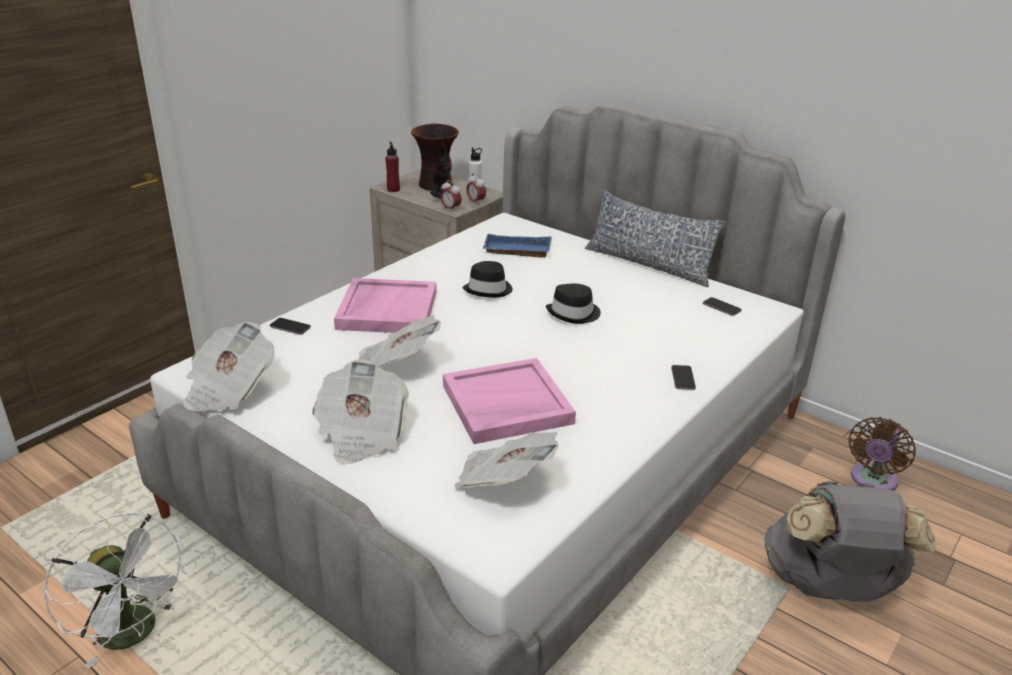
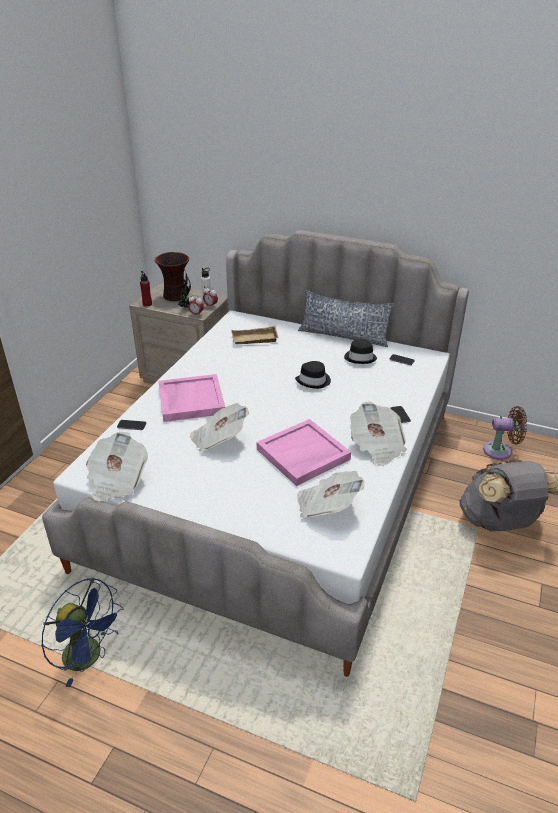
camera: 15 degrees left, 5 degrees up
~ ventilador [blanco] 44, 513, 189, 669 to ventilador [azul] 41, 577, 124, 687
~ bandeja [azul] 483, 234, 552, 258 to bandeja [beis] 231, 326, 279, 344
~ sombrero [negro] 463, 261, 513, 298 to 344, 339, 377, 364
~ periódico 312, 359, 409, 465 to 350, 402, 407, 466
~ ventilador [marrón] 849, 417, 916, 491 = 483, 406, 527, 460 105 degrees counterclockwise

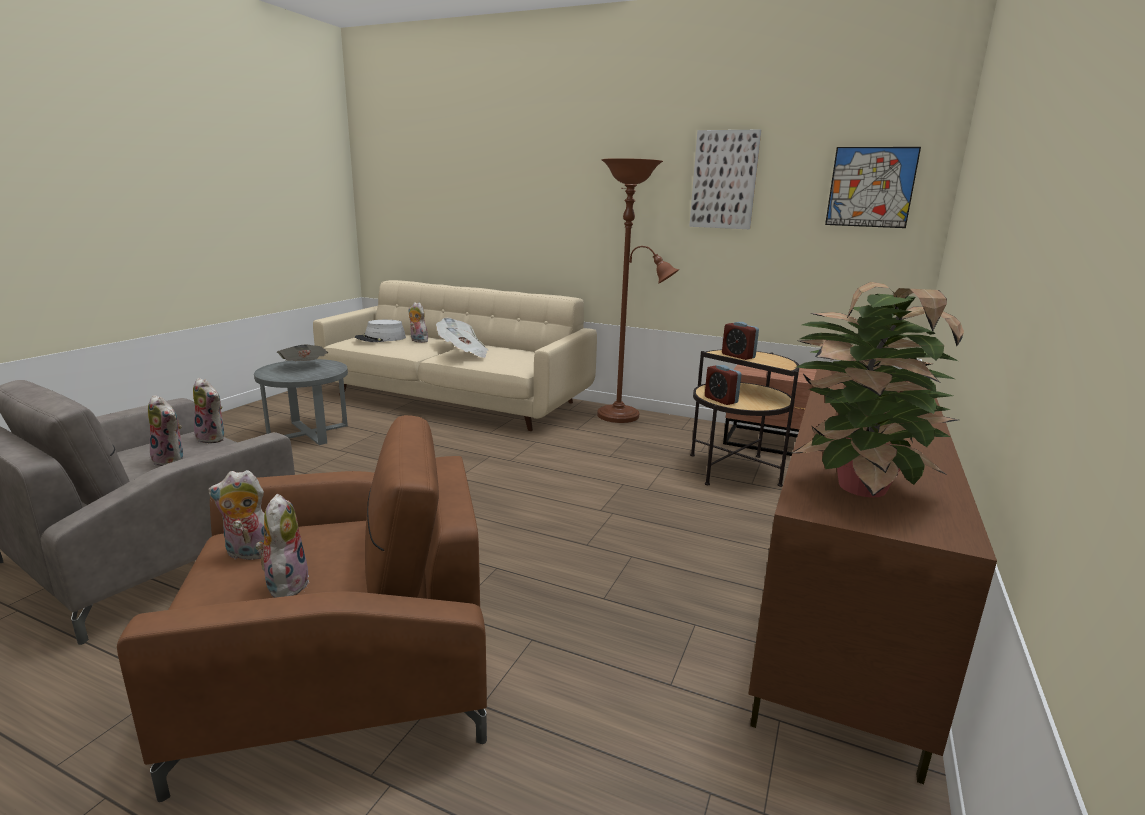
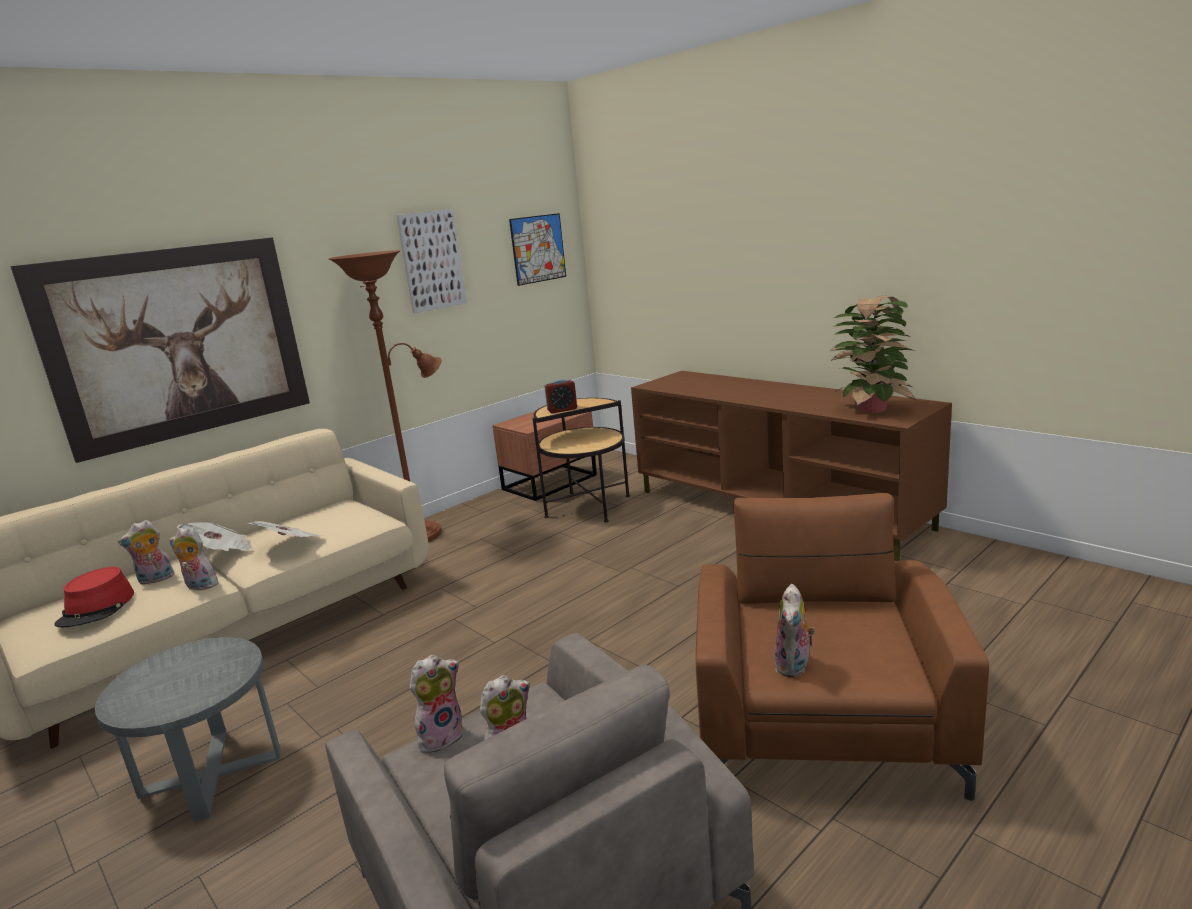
camera: 65 degrees left, 0 degrees up
+ cuadro 10, 237, 310, 463
~ sombrero [gris] 355, 320, 406, 342 to sombrero [rojo] 55, 567, 134, 627
~ peluche 255, 494, 309, 598 to 169, 527, 221, 590
- periódico 277, 344, 328, 361
- despertador 705, 365, 742, 405

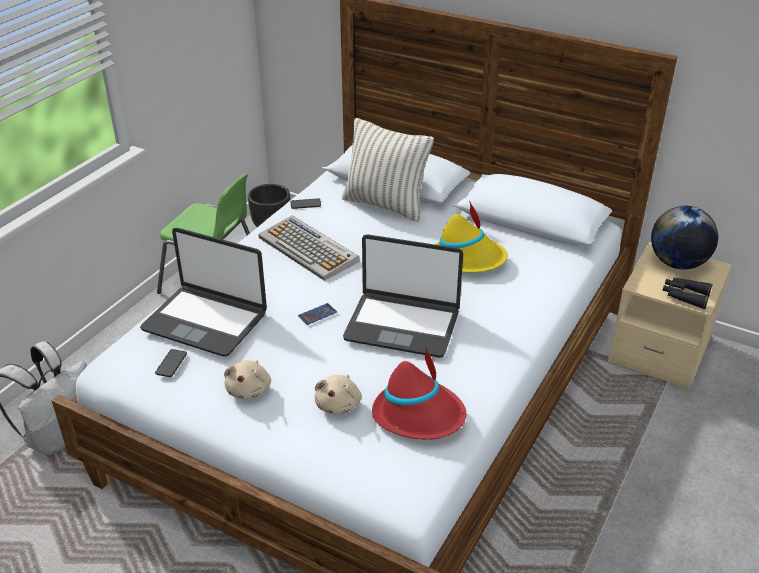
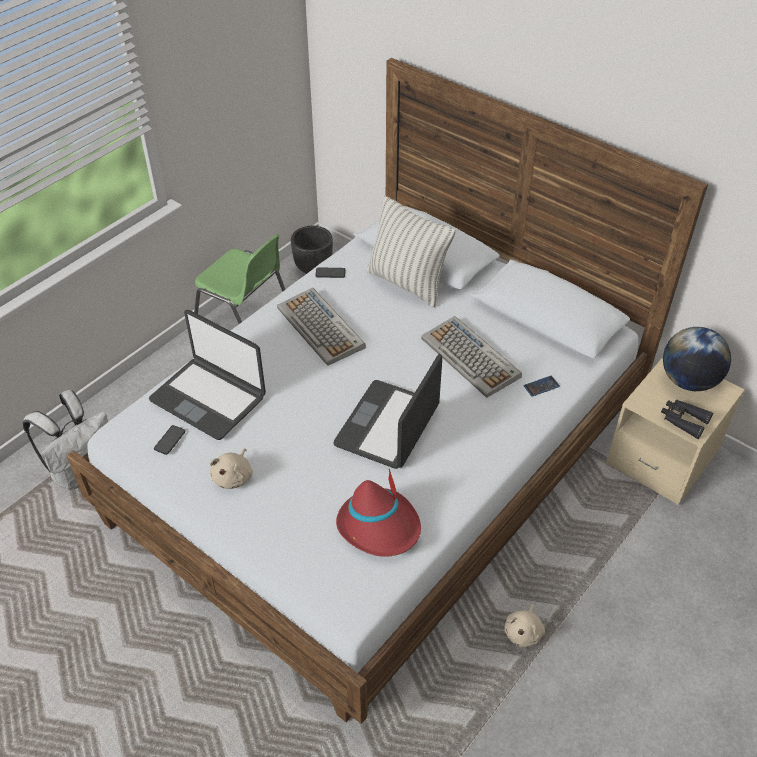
camera: 10 degrees right, 10 degrees up
~ portátil 343, 234, 463, 358 = 333, 354, 442, 469 90 degrees clockwise
~ sombrero [amarillo] 436, 201, 508, 273 to teclado 421, 316, 522, 398
~ peluche [beis] 315, 375, 362, 415 to 504, 604, 545, 647
~ móvil 298, 303, 337, 325 to 524, 376, 560, 397

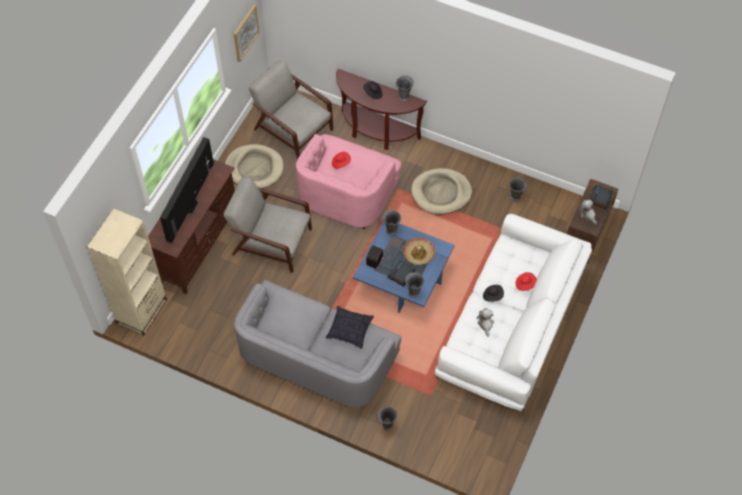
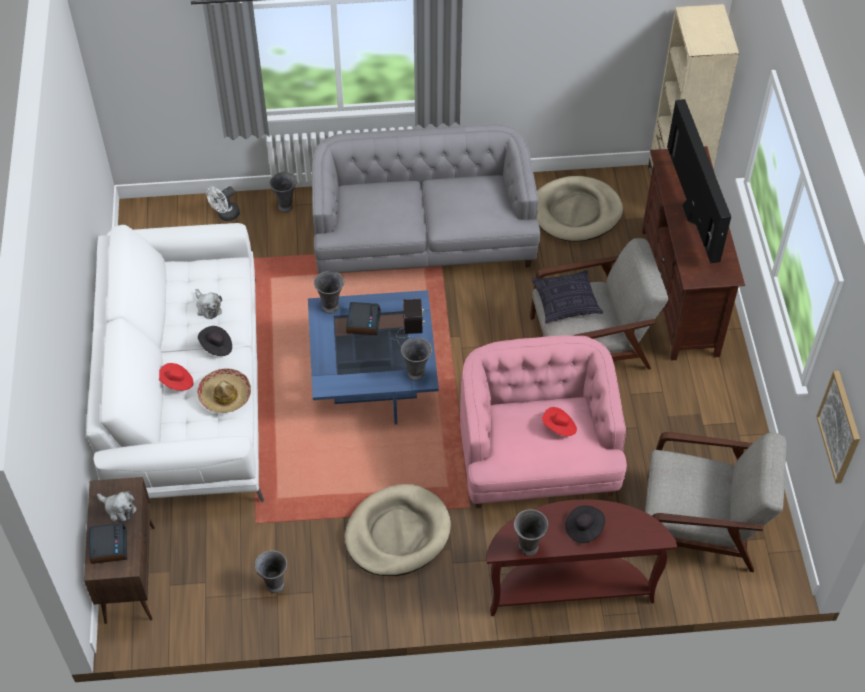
camera: 150 degrees right, 5 degrees down
~ sombrero 403, 237, 435, 265 to 197, 368, 251, 413
+ ventilador [blanco] 206, 186, 240, 221
~ cojín 326, 306, 374, 348 to 532, 270, 603, 324
~ cama para perro [beis] 225, 144, 284, 188 to 537, 176, 623, 242

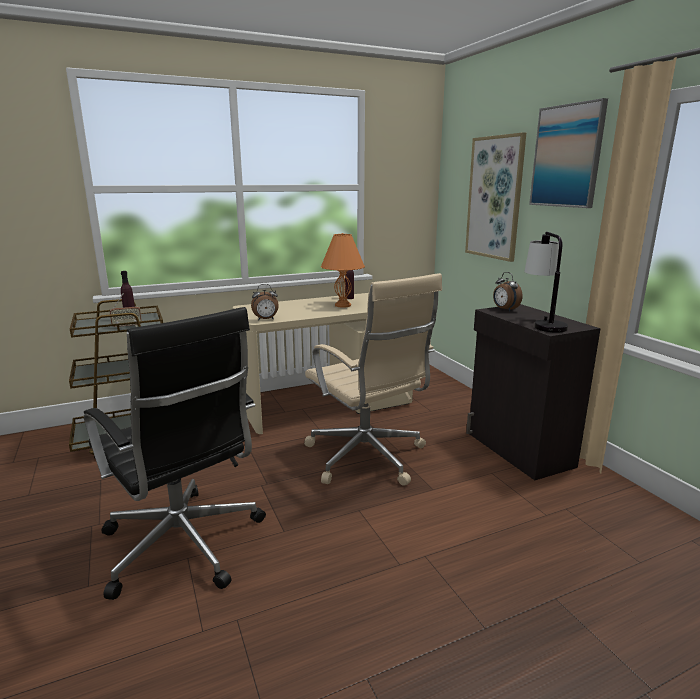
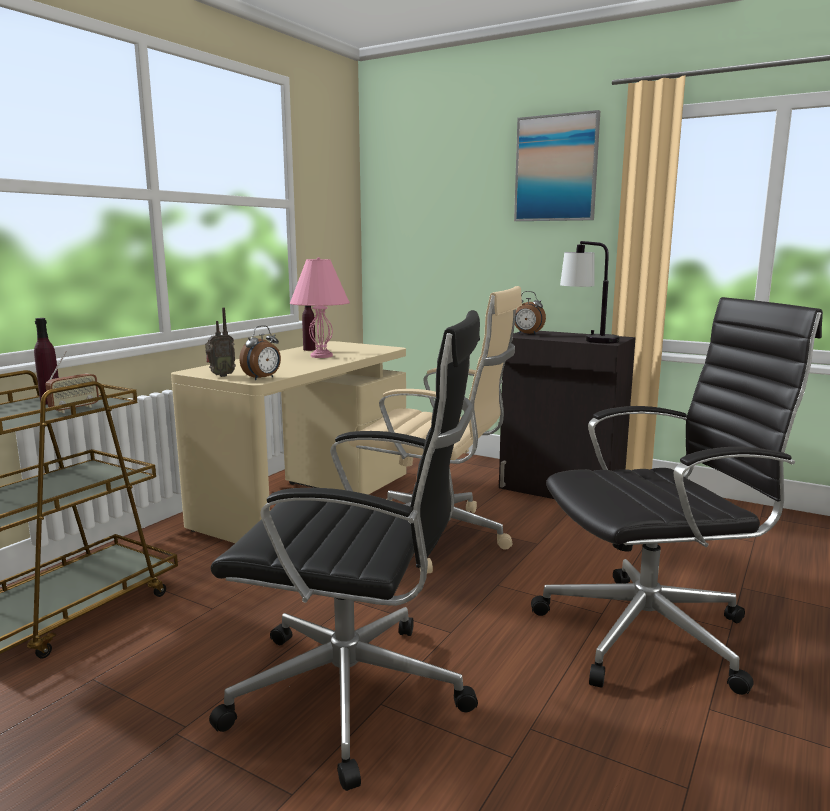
camera: 35 degrees left, 5 degrees down
+ radio 205, 307, 236, 377
~ lámpara de mesa [naranja] 321, 233, 365, 308 to lámpara de mesa [rosa] 290, 257, 350, 358
+ silla de oficina [negro] 531, 297, 823, 695
- cuadro 465, 132, 526, 262

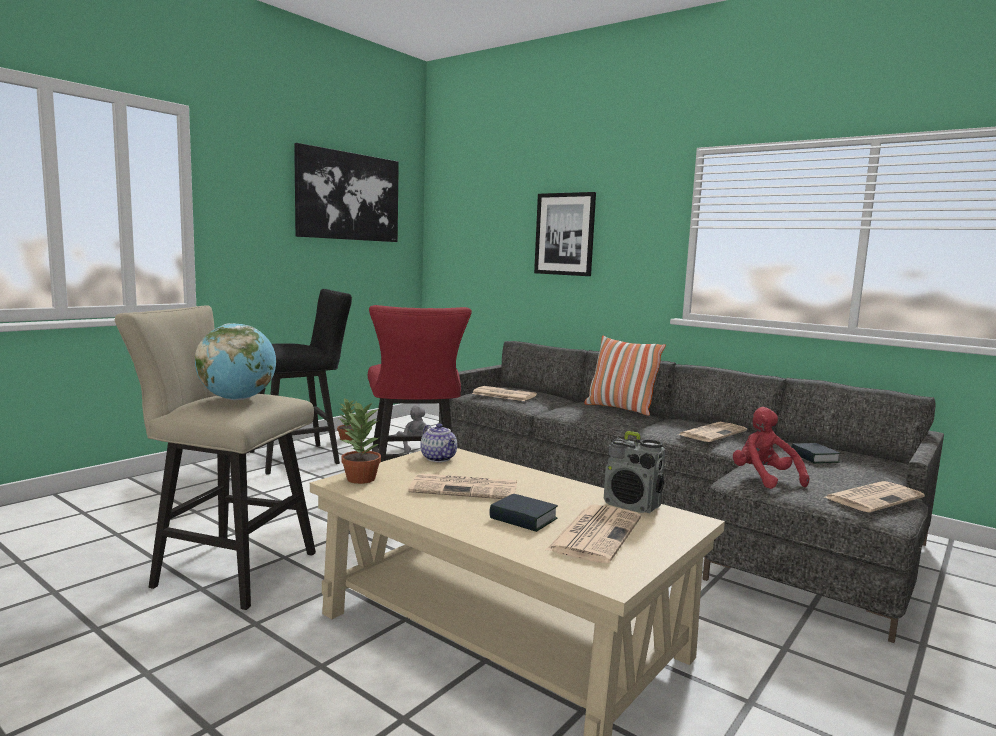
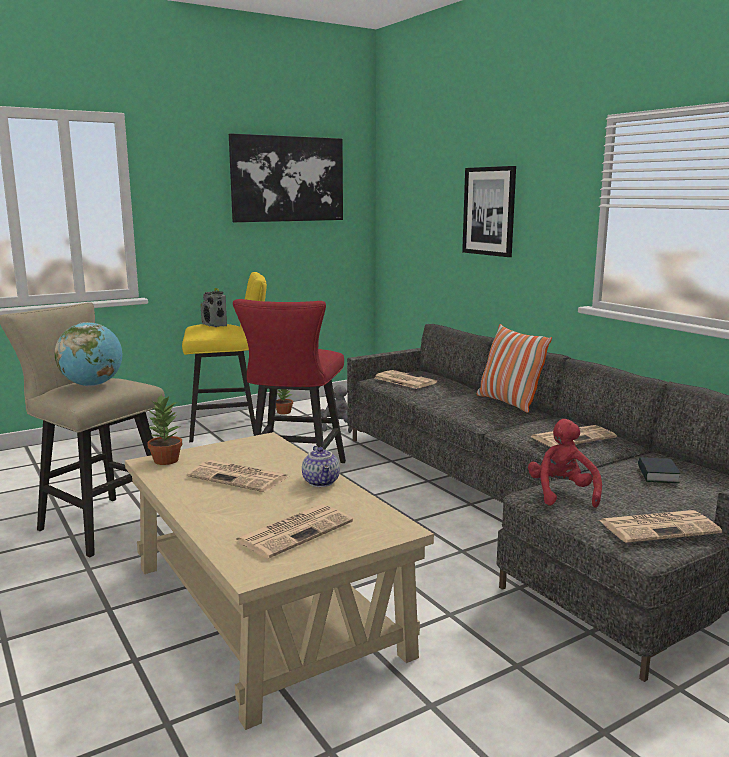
camera: 20 degrees right, 5 degrees up
~ taburete [negro] 250, 289, 352, 475 to taburete [amarillo] 182, 272, 267, 442
~ radio 604, 431, 665, 513 to 201, 288, 227, 327
~ tetera 420, 423, 457, 462 to 302, 446, 340, 487
- libro 489, 494, 558, 532

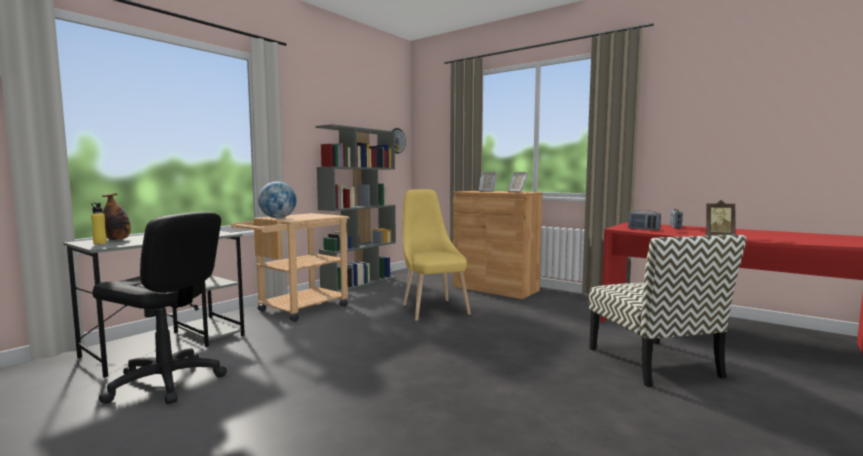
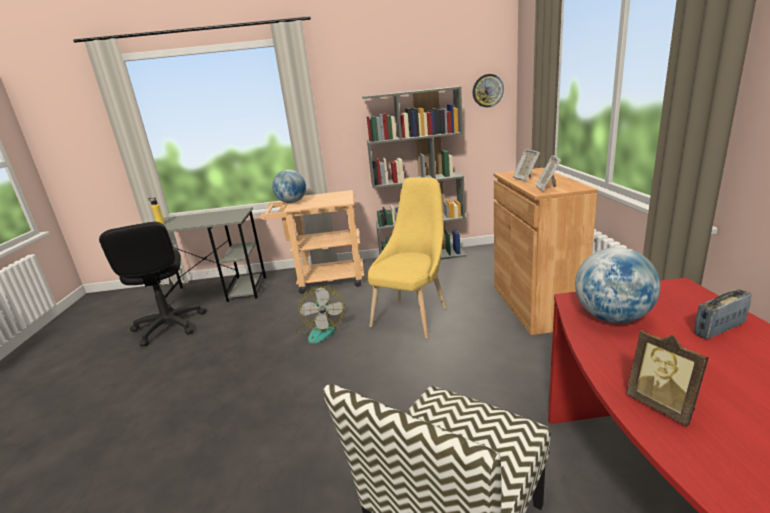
camera: 50 degrees right, 15 degrees up
+ ventilador 295, 286, 345, 344
~ radio 628, 210, 661, 230 to globo terráqueo 575, 247, 661, 323
- botella 102, 193, 131, 240

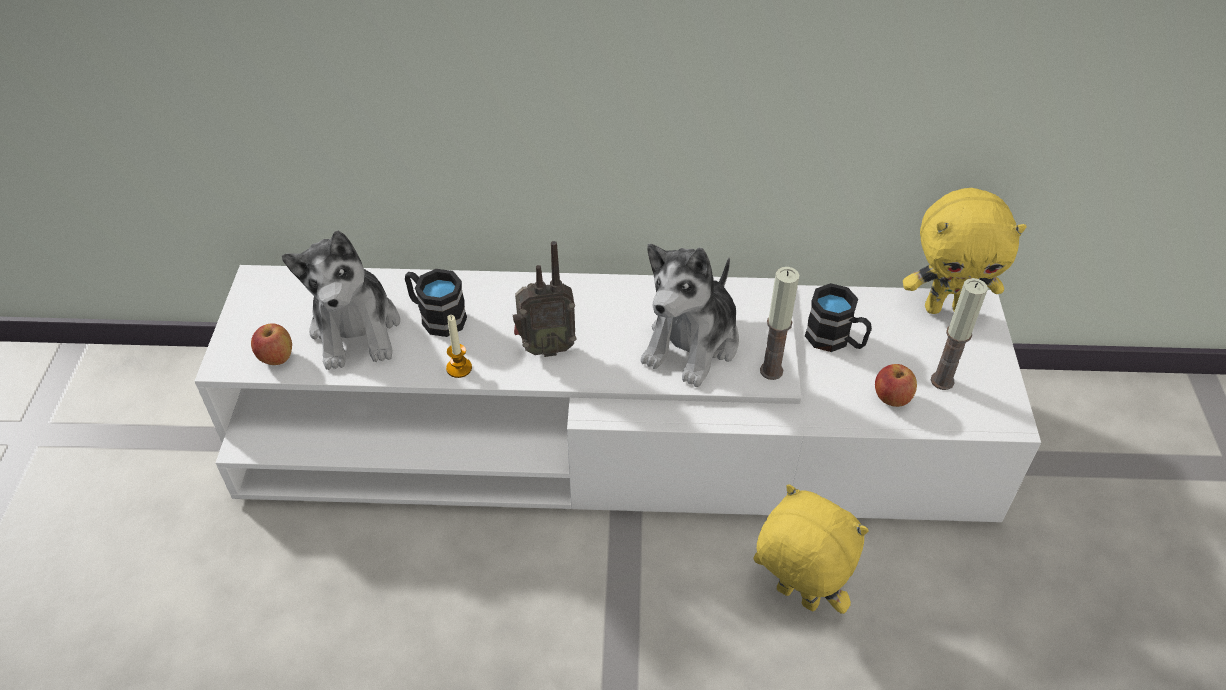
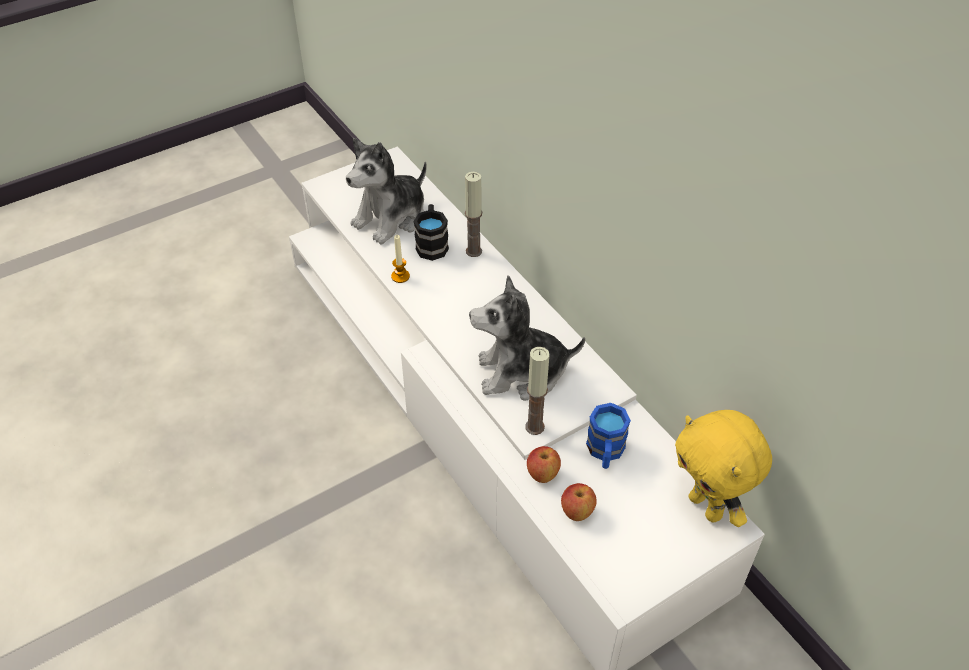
camera: 55 degrees right, 0 degrees up
~ vela 931, 278, 988, 390 to 465, 172, 482, 257
~ manzana 251, 323, 292, 365 to 527, 446, 561, 483
~ taza grande [negro] 805, 283, 872, 352 to taza grande [azul] 586, 403, 631, 469
- radio 513, 241, 577, 357
- peluche [amarillo] 753, 484, 869, 614

